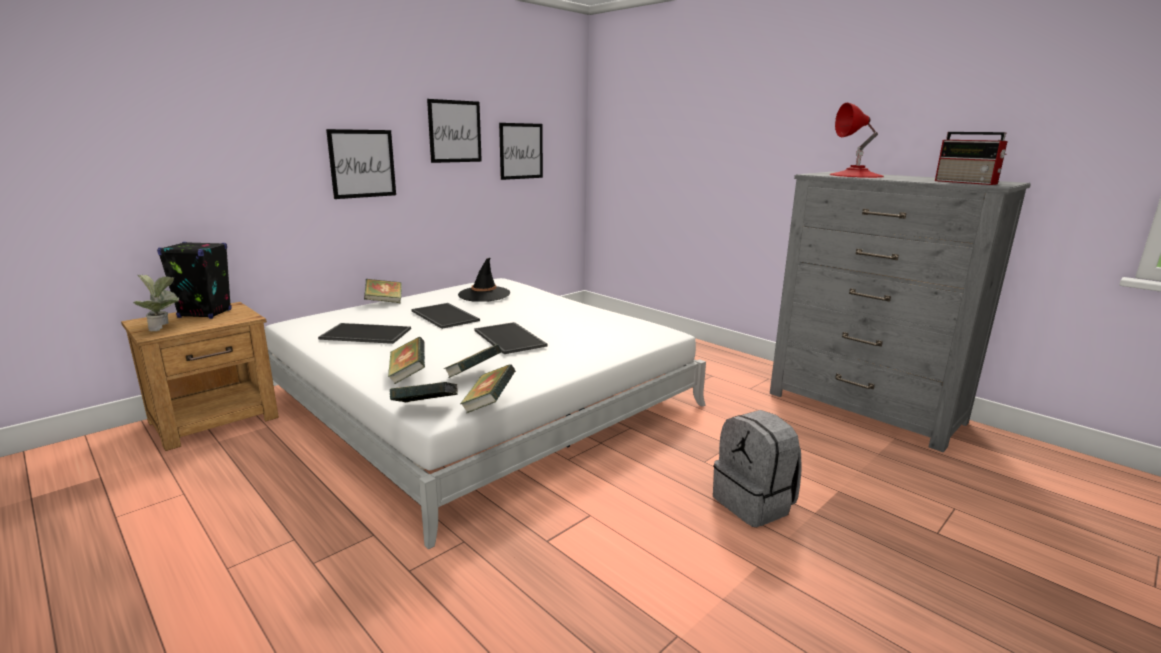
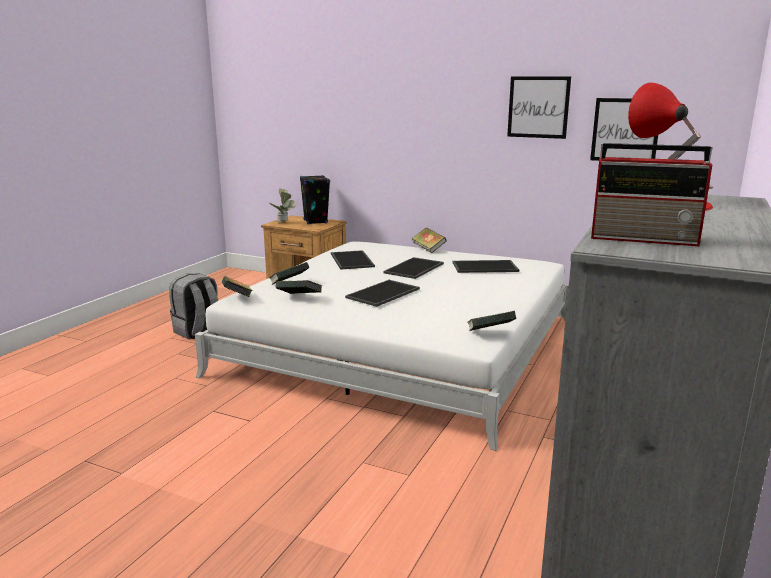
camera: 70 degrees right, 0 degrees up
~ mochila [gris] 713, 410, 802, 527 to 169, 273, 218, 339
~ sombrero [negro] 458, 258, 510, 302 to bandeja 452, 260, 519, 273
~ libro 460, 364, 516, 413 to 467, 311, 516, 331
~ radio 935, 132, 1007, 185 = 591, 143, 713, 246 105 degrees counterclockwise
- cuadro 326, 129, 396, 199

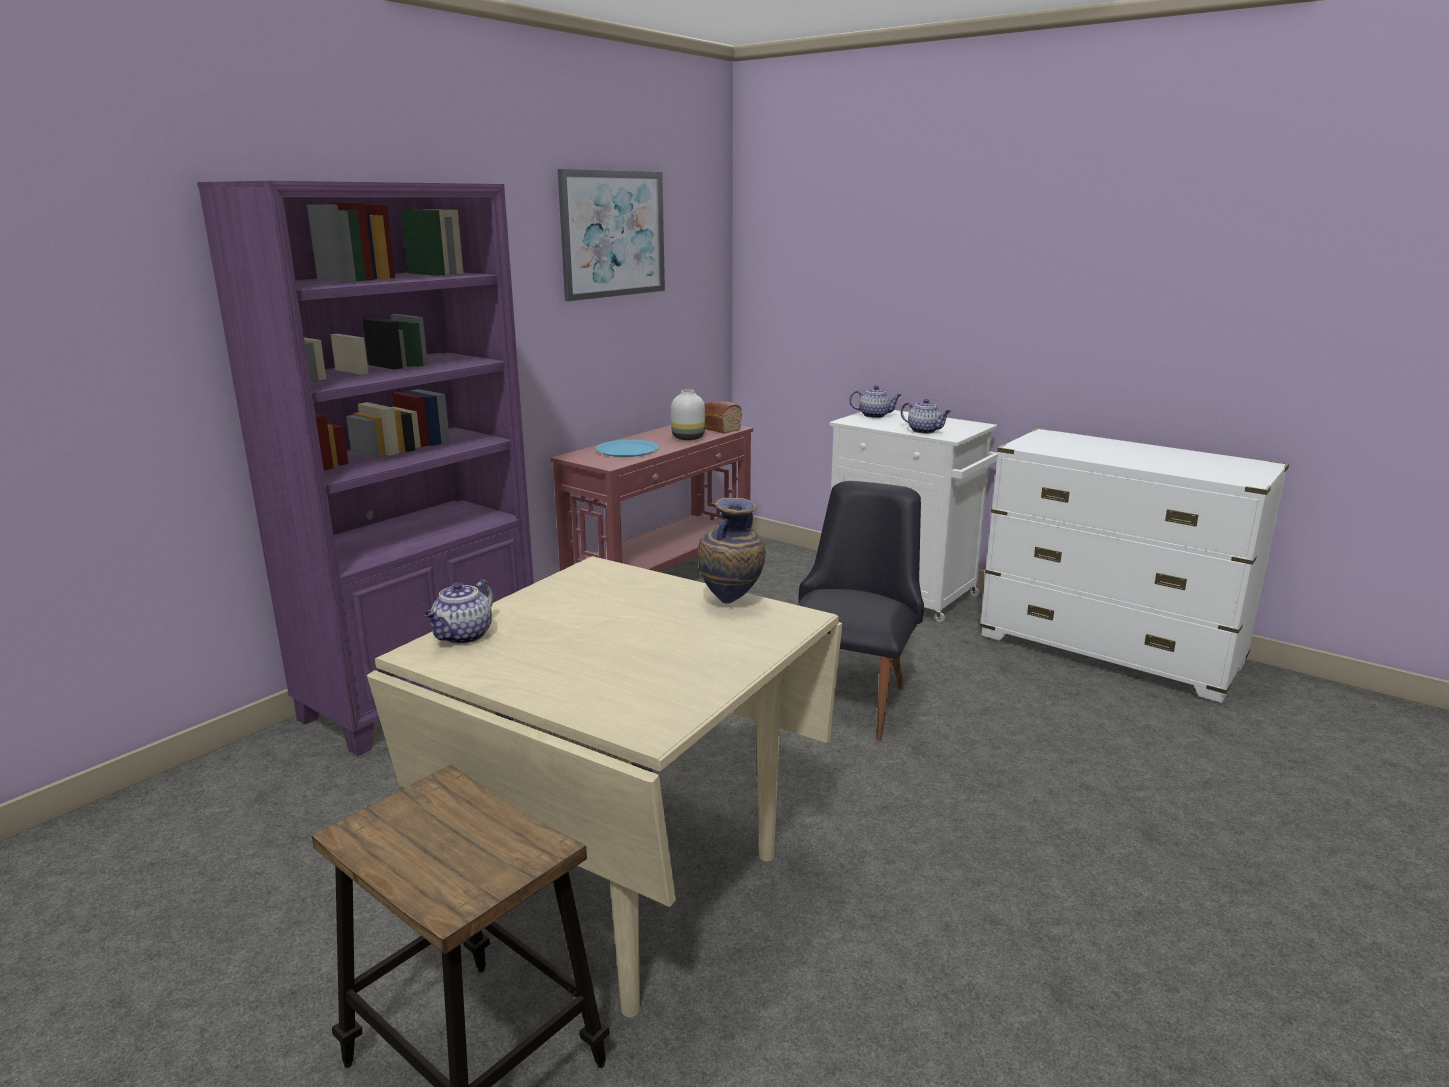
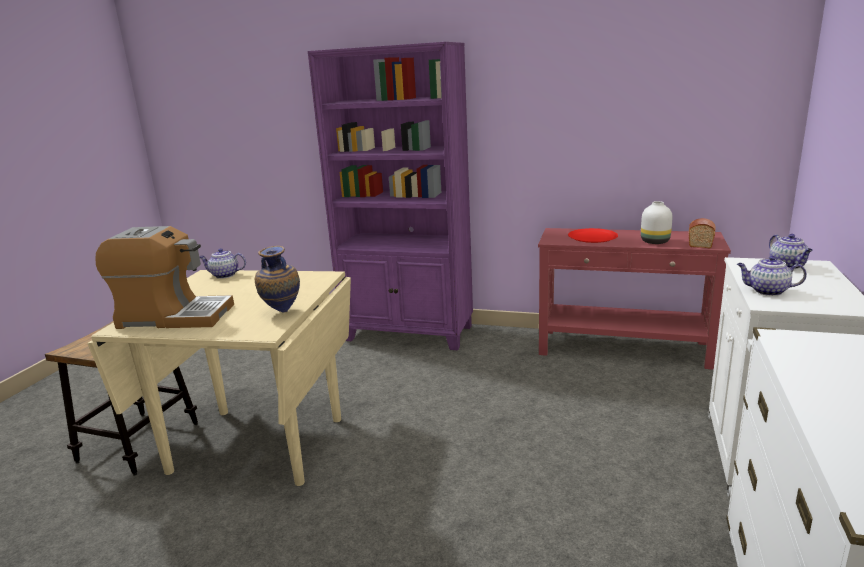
camera: 70 degrees right, 0 degrees up
+ cafetera 95, 226, 234, 329
~ plato [azul] 596, 440, 659, 457 to plato [rojo] 568, 228, 618, 243
~ tetera 901, 399, 951, 434 = 737, 256, 807, 296 90 degrees clockwise
- cuadro 558, 169, 665, 301
- silla [negro] 798, 481, 924, 741

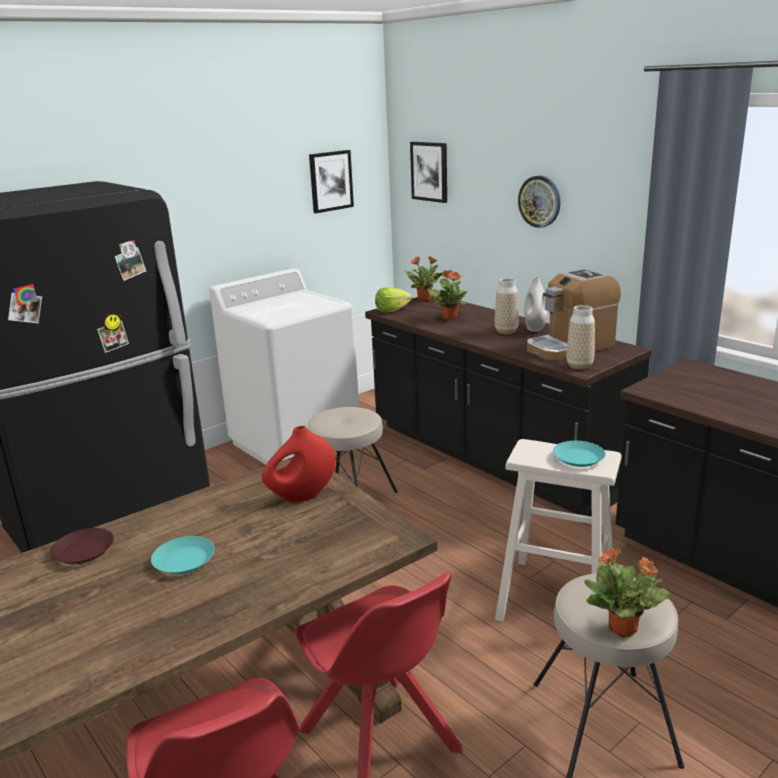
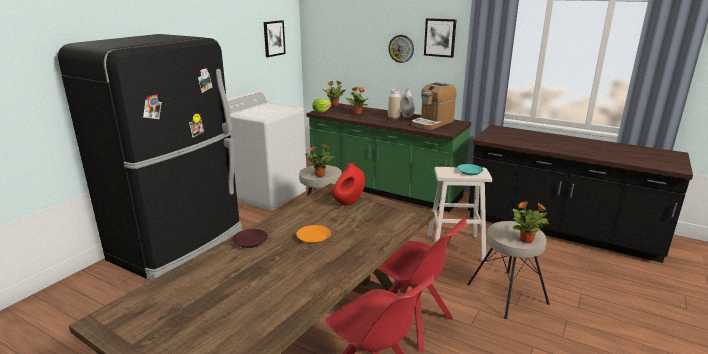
camera: 20 degrees left, 0 degrees up
~ plato [turquesa] 151, 536, 215, 574 to plato [naranja] 296, 225, 331, 244
+ planta en maceta 305, 144, 334, 177
~ mueble bajo de cocina [negro] 365, 296, 652, 517 to mueble bajo de cocina [verde] 306, 103, 471, 212
~ cuadro 410, 142, 447, 203 to 424, 18, 457, 58
- florero 566, 305, 595, 369

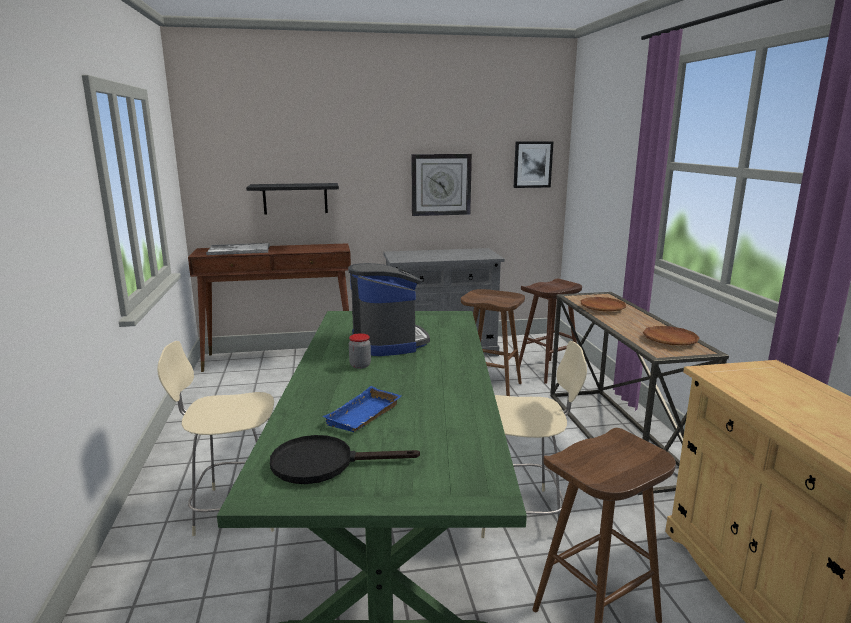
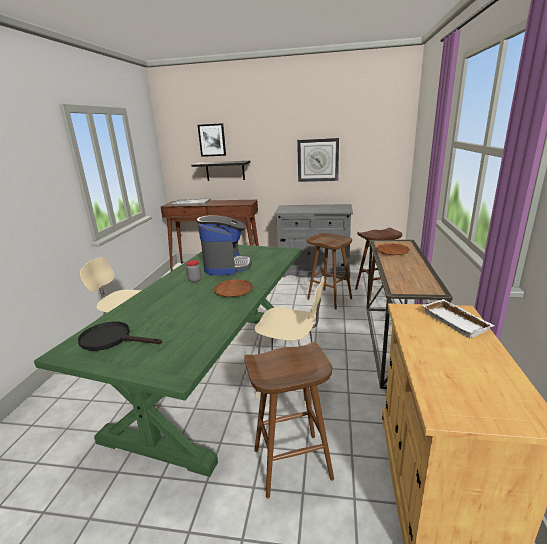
camera: 20 degrees right, 5 degrees up
~ cuadro 514, 141, 554, 188 to 198, 123, 226, 157
~ plato [marrón] 642, 326, 699, 345 to 214, 279, 253, 297
+ bandeja [blanco] 423, 299, 495, 339
- bandeja [azul] 322, 386, 401, 432

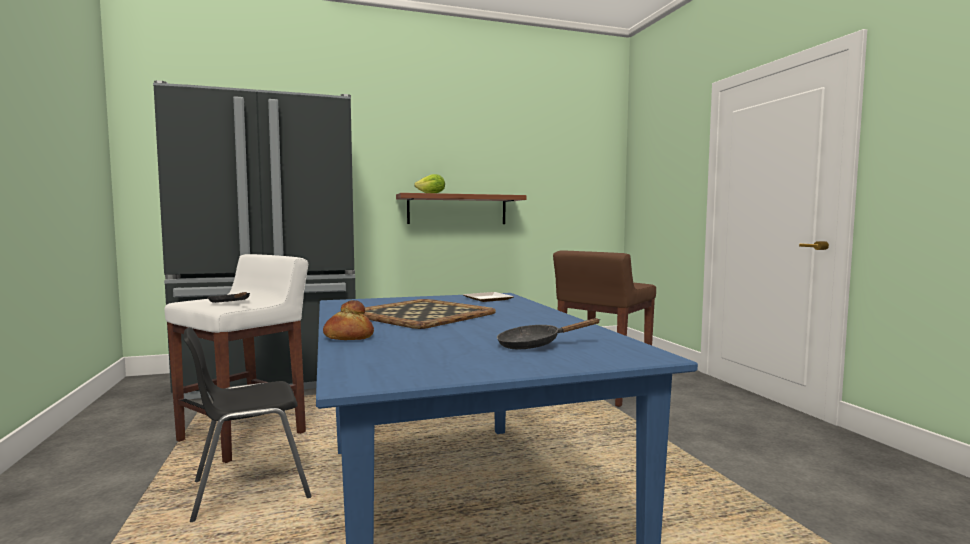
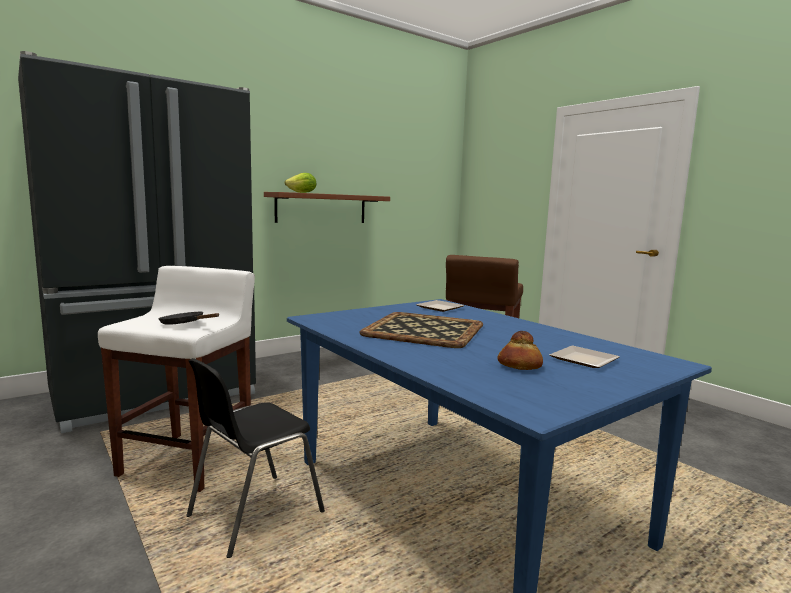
camera: 20 degrees left, 5 degrees up
~ pan 323, 300, 374, 340 to 497, 331, 543, 370
~ sartén [negro] 497, 318, 601, 349 to plato 549, 346, 620, 368

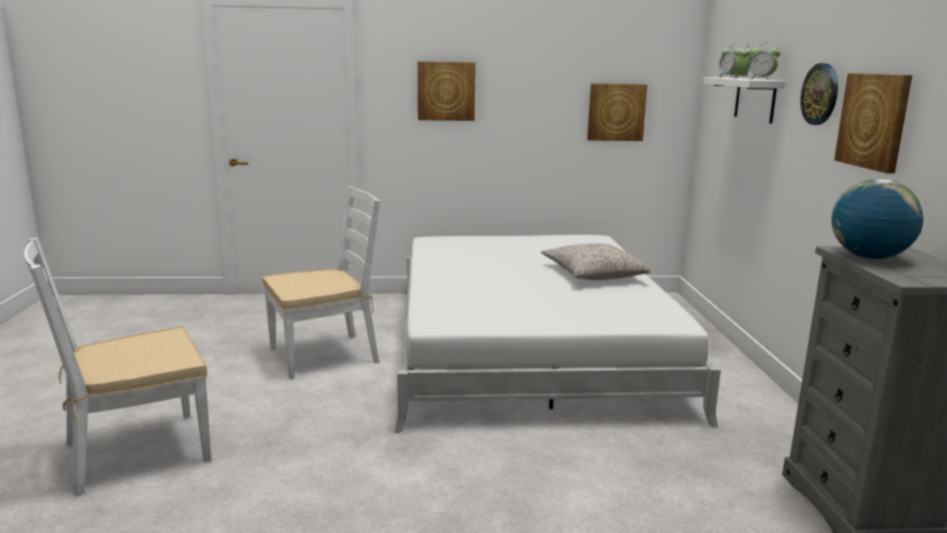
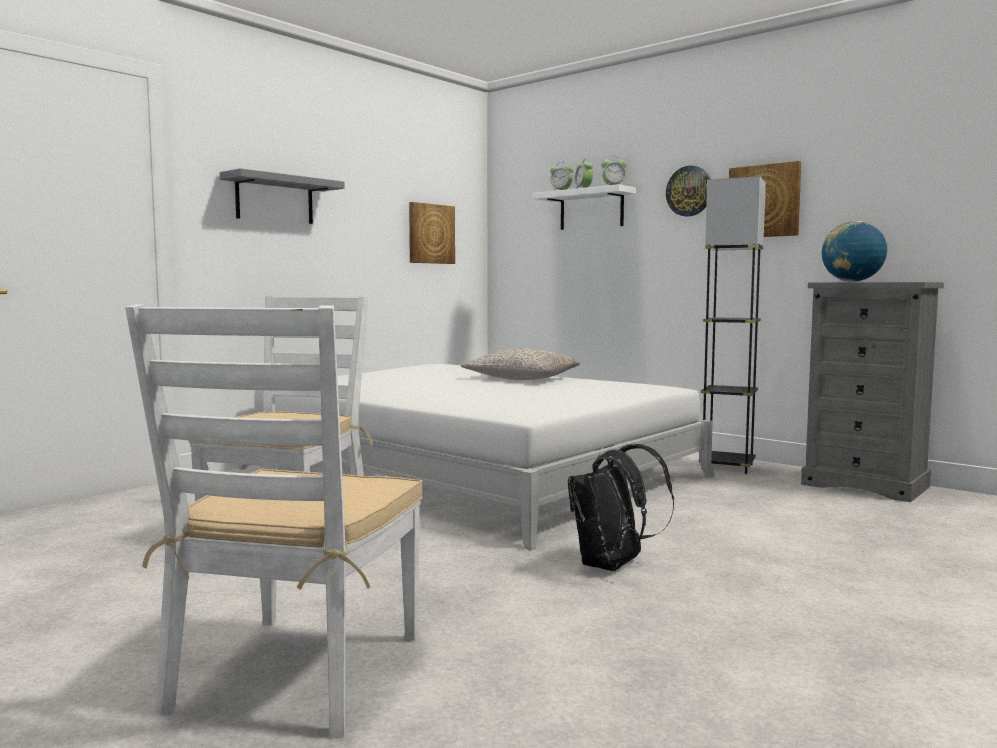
camera: 45 degrees left, 10 degrees down
~ cuadro 418, 61, 476, 121 to estante [gris] 220, 168, 345, 224
+ mochila [negro] 568, 444, 674, 571
+ lámpara de pie [gris] 699, 176, 766, 474

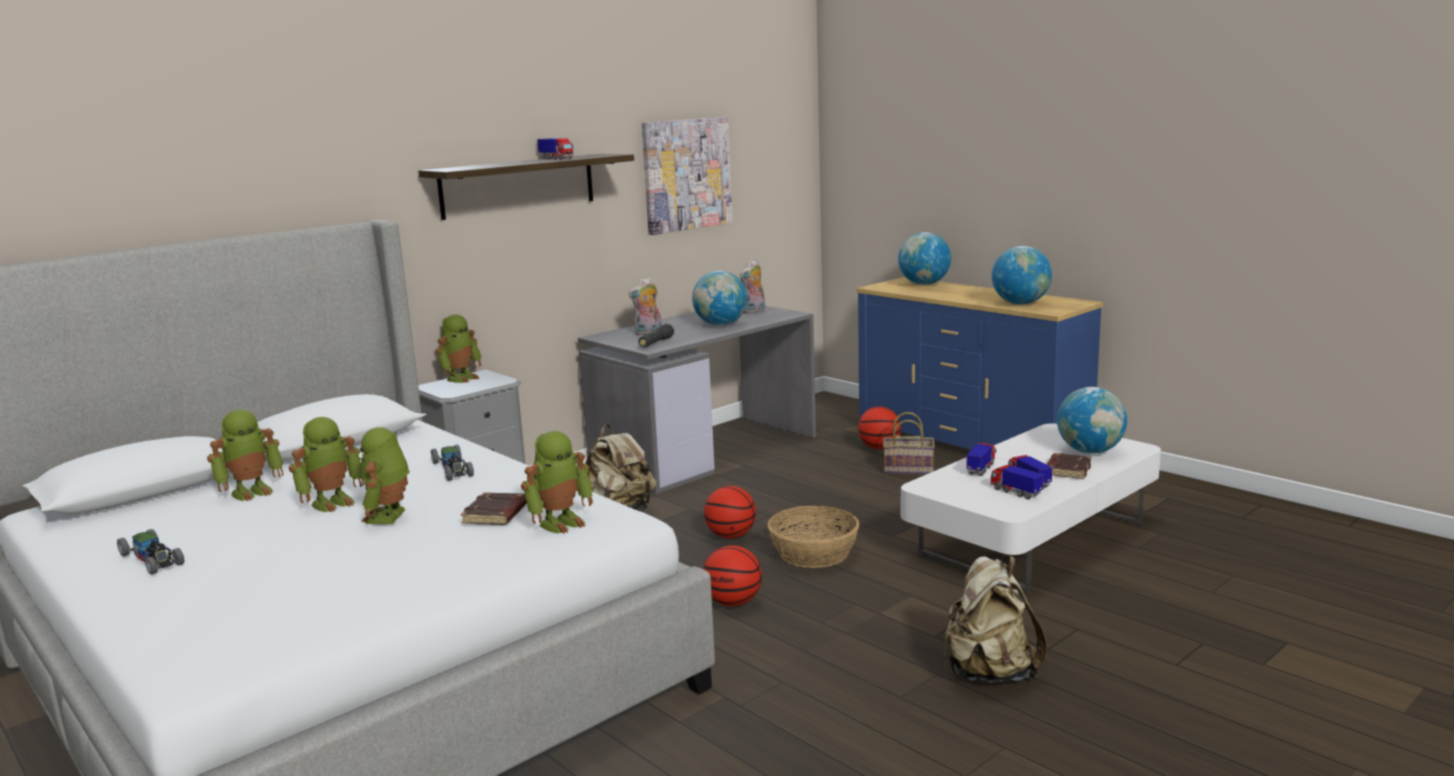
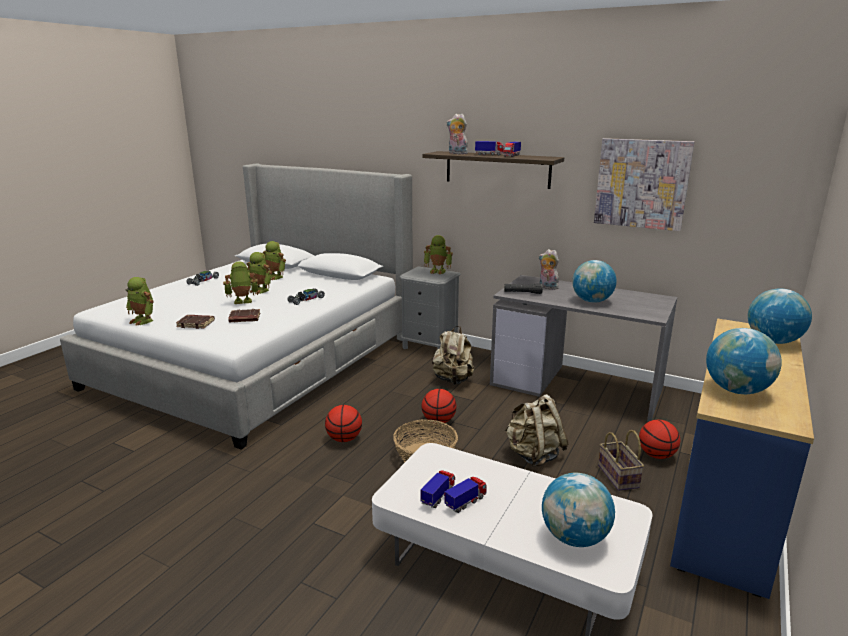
camera: 70 degrees right, 5 degrees up
~ robot de juguete 521, 431, 594, 534 to 125, 277, 154, 326
~ libro [marrón] 1047, 453, 1091, 479 to 176, 315, 215, 329
~ peluche 740, 259, 765, 314 to 446, 114, 468, 154
~ camión de juguete 966, 443, 996, 476 to 475, 141, 504, 155
~ mochila [beis] 944, 555, 1047, 682 to 505, 394, 568, 467

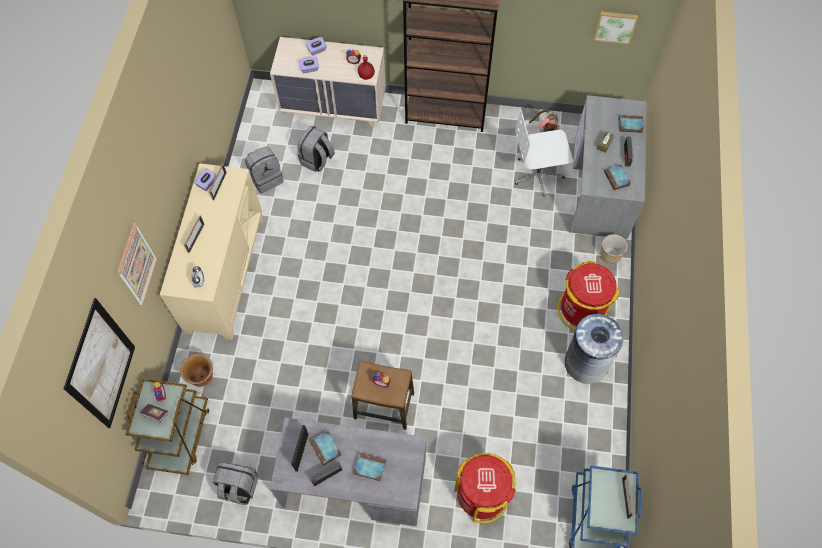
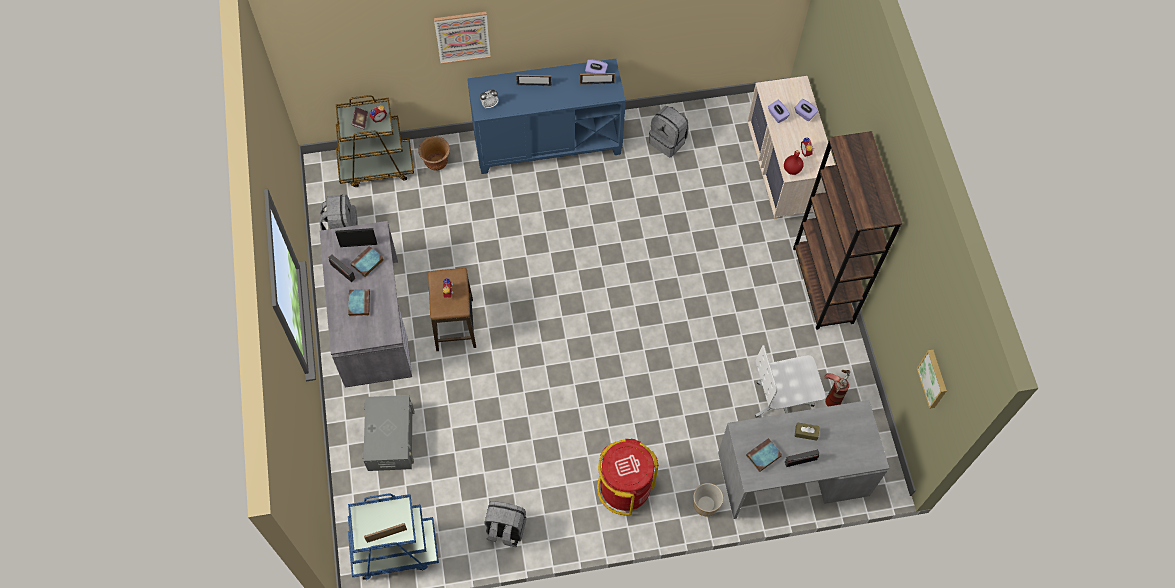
camera: 70 degrees right, 0 degrees up
~ papelera [rojo] 454, 453, 516, 523 to caja de almacenaje [gris] 362, 395, 414, 471
~ armario [beis] 160, 163, 263, 340 to armario [azul] 467, 59, 626, 174
~ mochila [gris] 297, 125, 335, 172 to 484, 501, 526, 547
~ silla de oficina [blanco] 515, 110, 573, 196 = 755, 345, 826, 418 75 degrees counterclockwise
- cuadro 63, 298, 135, 428
- papelera [gris] 565, 314, 624, 384
- libro 619, 115, 644, 133

